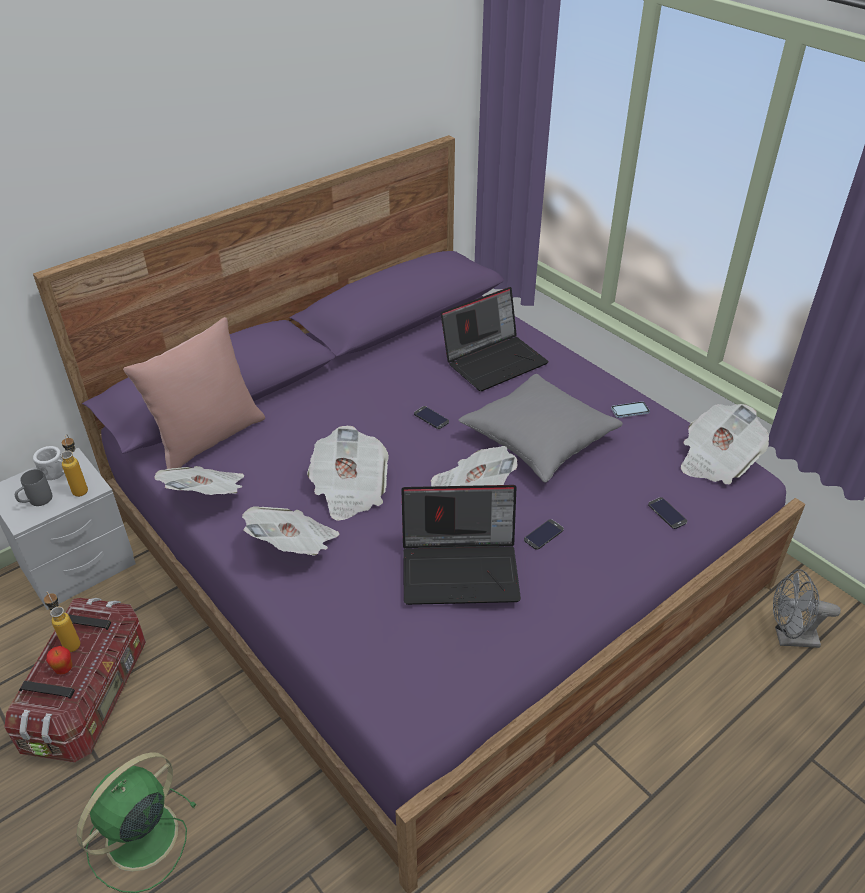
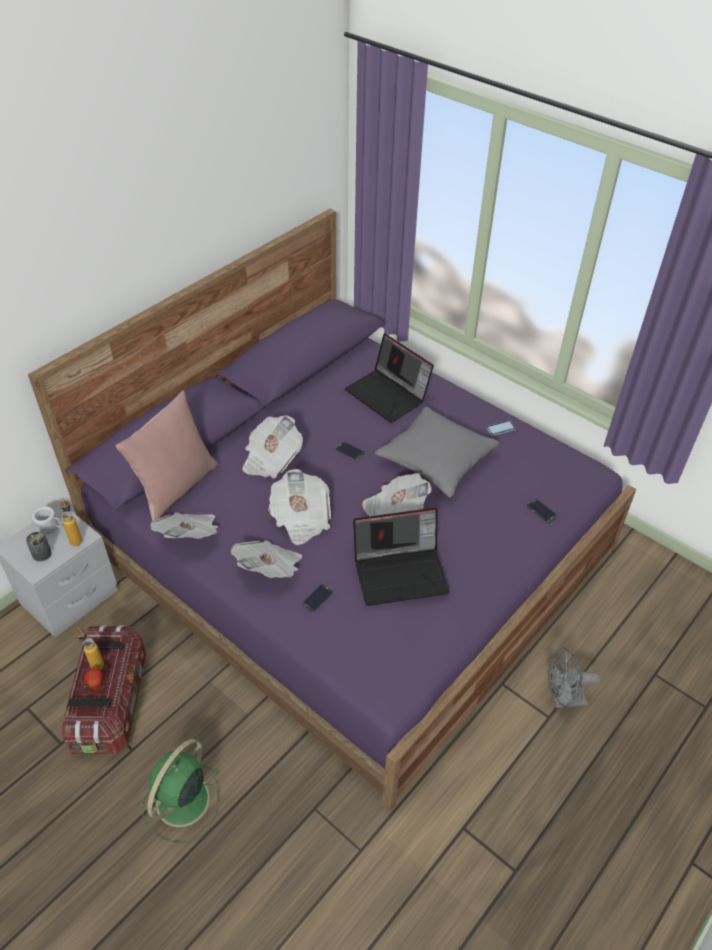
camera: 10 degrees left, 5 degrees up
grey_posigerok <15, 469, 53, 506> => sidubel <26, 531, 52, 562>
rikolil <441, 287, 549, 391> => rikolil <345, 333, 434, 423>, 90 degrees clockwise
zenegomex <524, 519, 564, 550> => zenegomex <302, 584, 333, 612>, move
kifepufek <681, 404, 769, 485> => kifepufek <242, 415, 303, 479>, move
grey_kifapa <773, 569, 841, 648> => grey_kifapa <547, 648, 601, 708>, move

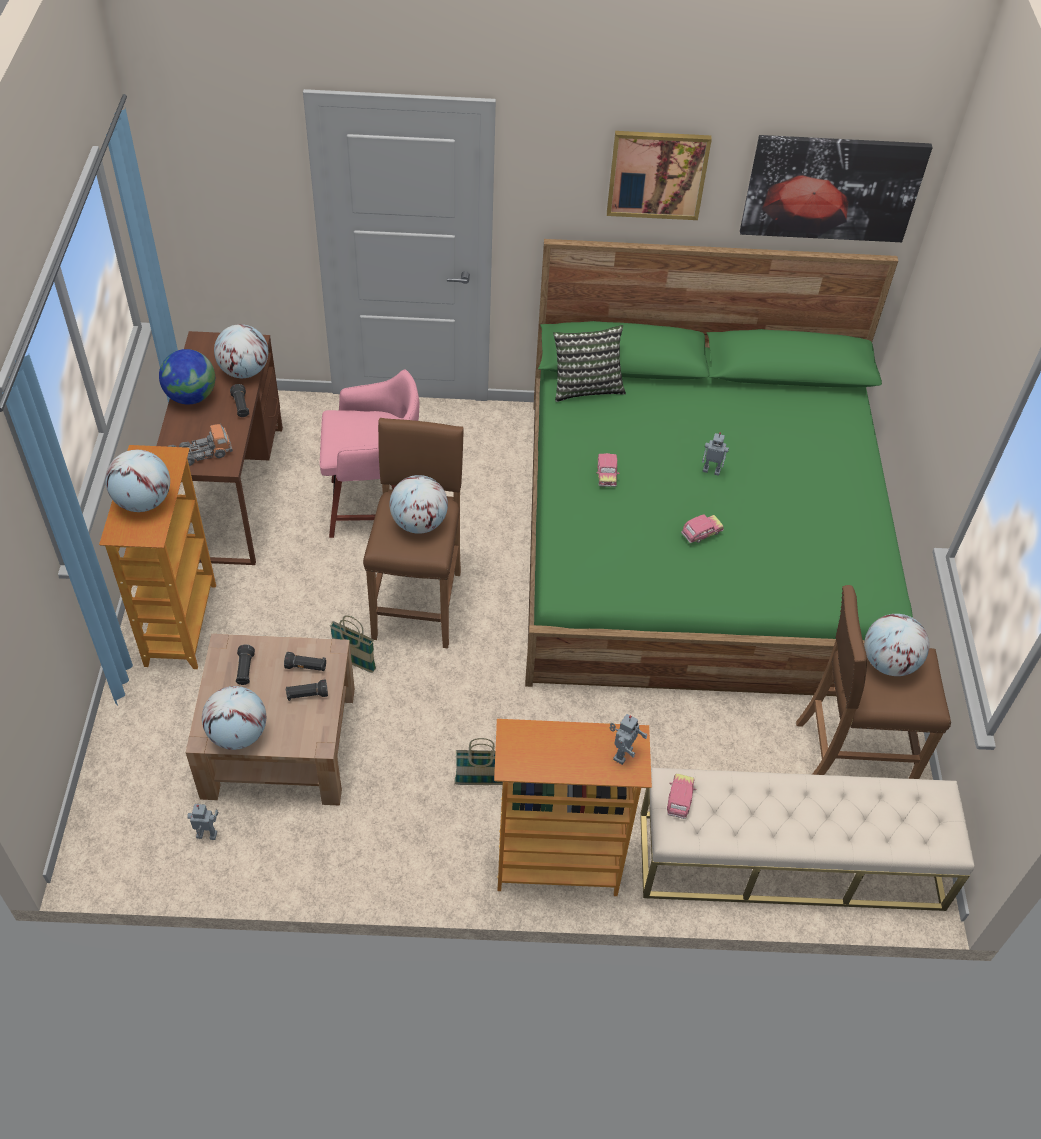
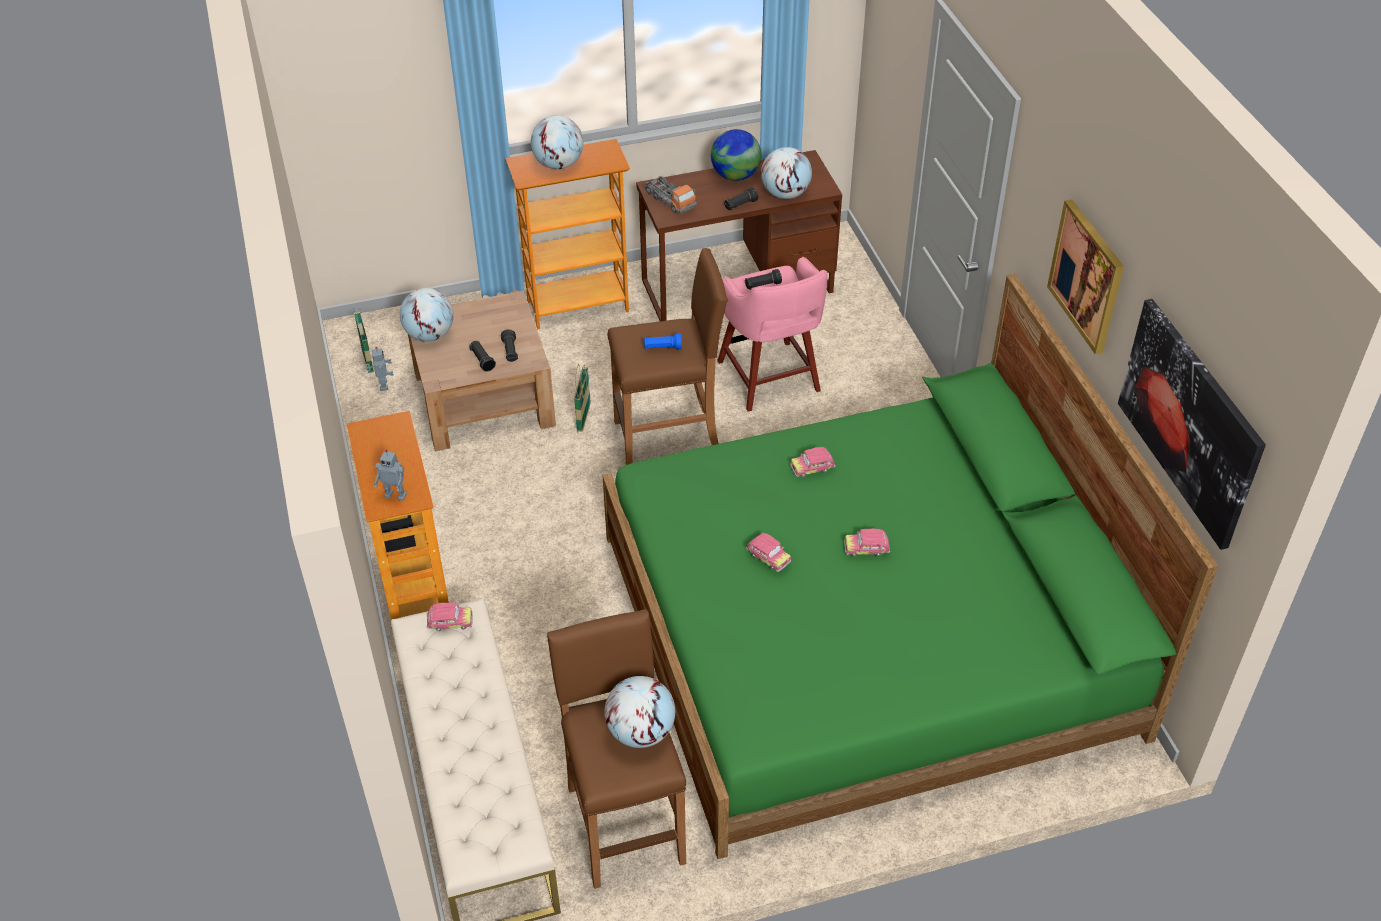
camera: 75 degrees right, 5 degrees down
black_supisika <236, 644, 255, 685> => black_supisika <745, 269, 782, 290>, move
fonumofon <389, 475, 448, 534> => blue_supisika <643, 333, 682, 350>
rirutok <455, 738, 503, 785> => rirutok <354, 308, 374, 373>, move
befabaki <553, 325, 626, 402> => nothing
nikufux <702, 432, 729, 476> => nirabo <844, 528, 890, 556>

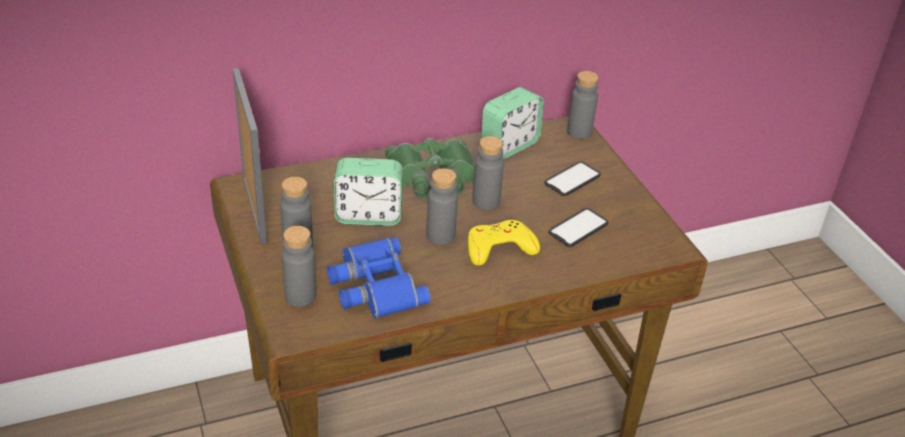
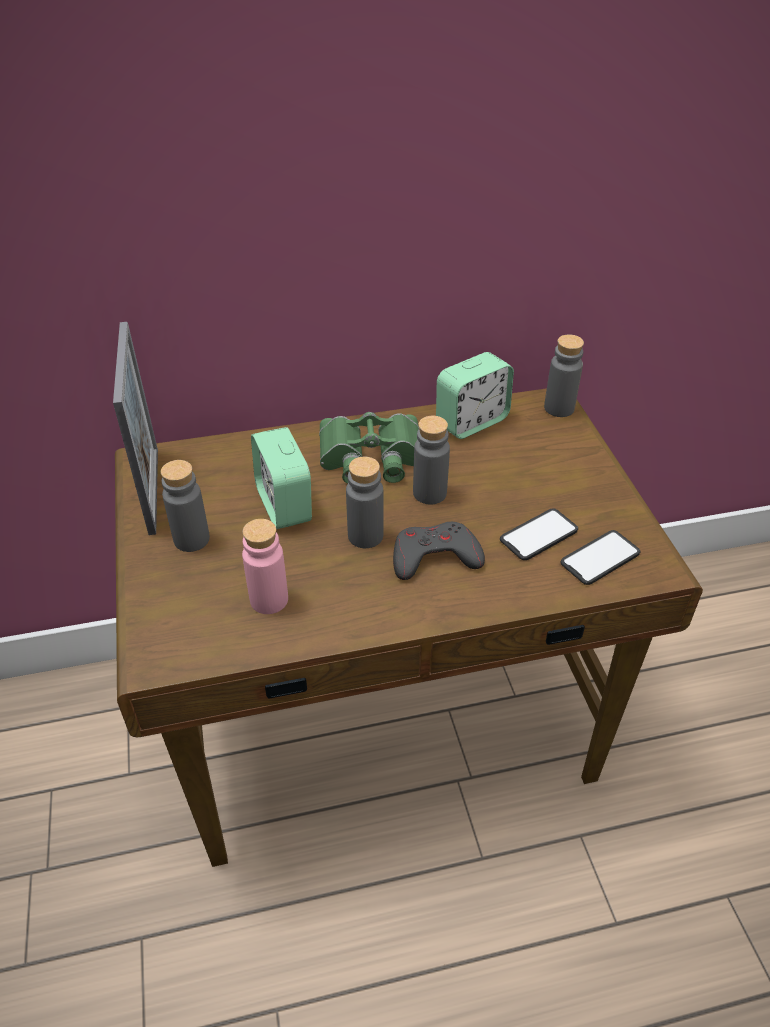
camera: 10 degrees right, 5 degrees up
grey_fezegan <282, 226, 316, 307> => nothing
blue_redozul <327, 237, 431, 319> => pink_fezegan <242, 519, 288, 614>
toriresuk <334, 158, 403, 226> => toriresuk <251, 427, 312, 529>, 60 degrees clockwise
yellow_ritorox <468, 220, 540, 266> => grey_ritorox <393, 522, 485, 580>
zenegomex <544, 161, 601, 196> => zenegomex <560, 530, 640, 585>, move

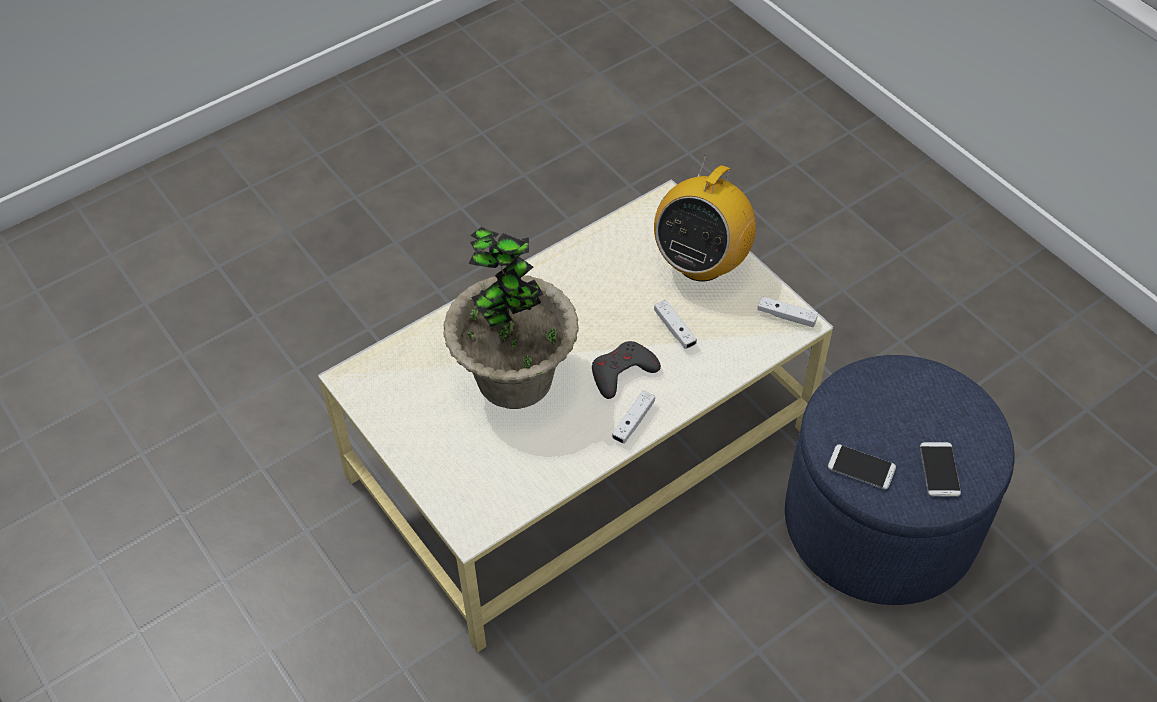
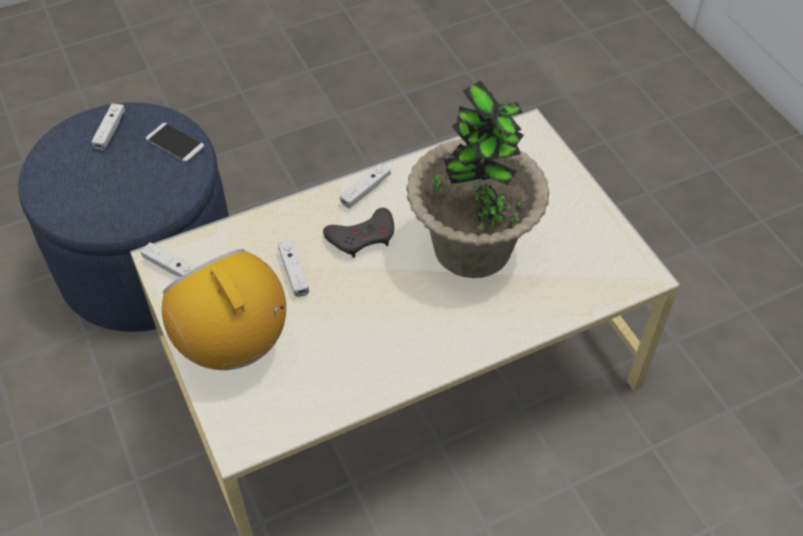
camera: 170 degrees left, 0 degrees up
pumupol <654, 155, 756, 282> => pumupol <162, 249, 286, 370>, 75 degrees counterclockwise
zenegomex <920, 442, 961, 496> => white_ritorox <91, 103, 125, 151>

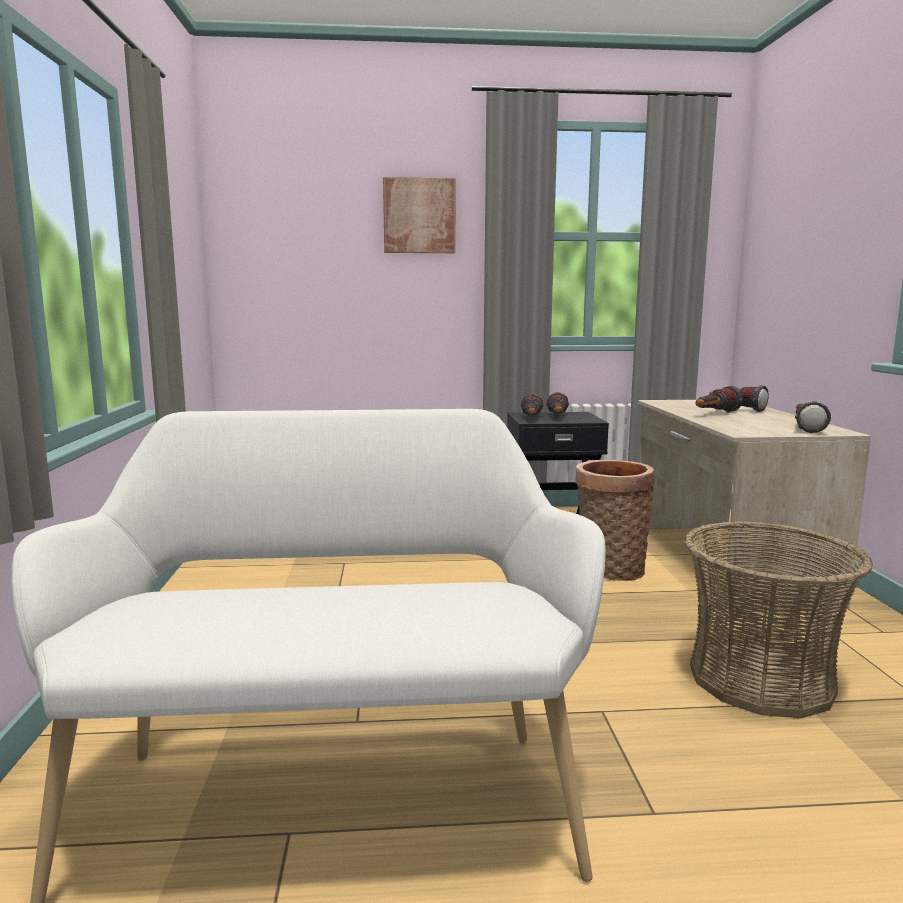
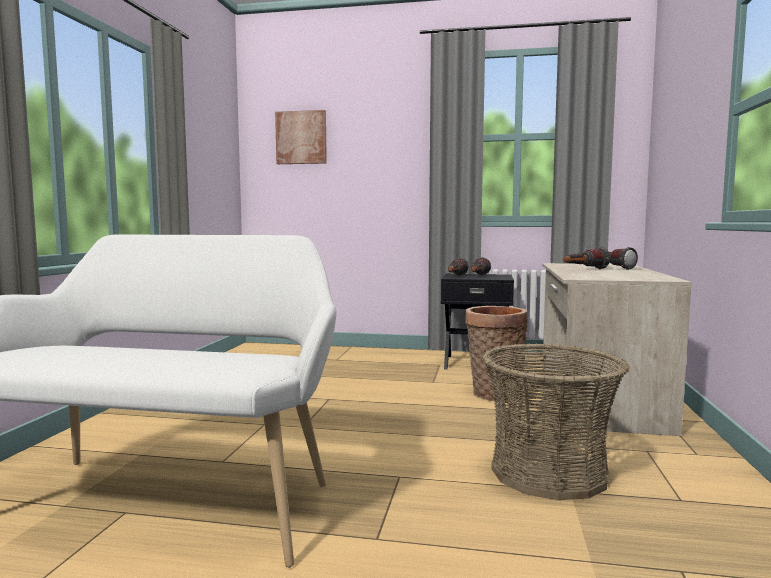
camera: 15 degrees right, 5 degrees down
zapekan <383, 177, 456, 253> => zapekan <275, 110, 327, 164>, move
supisika <795, 401, 831, 433> => nothing

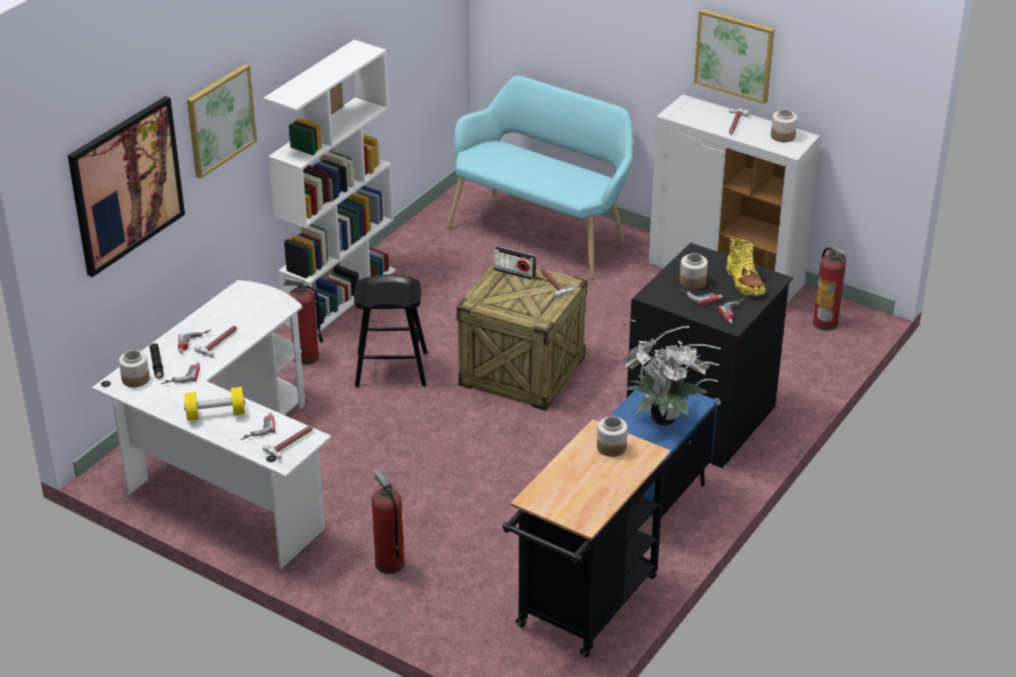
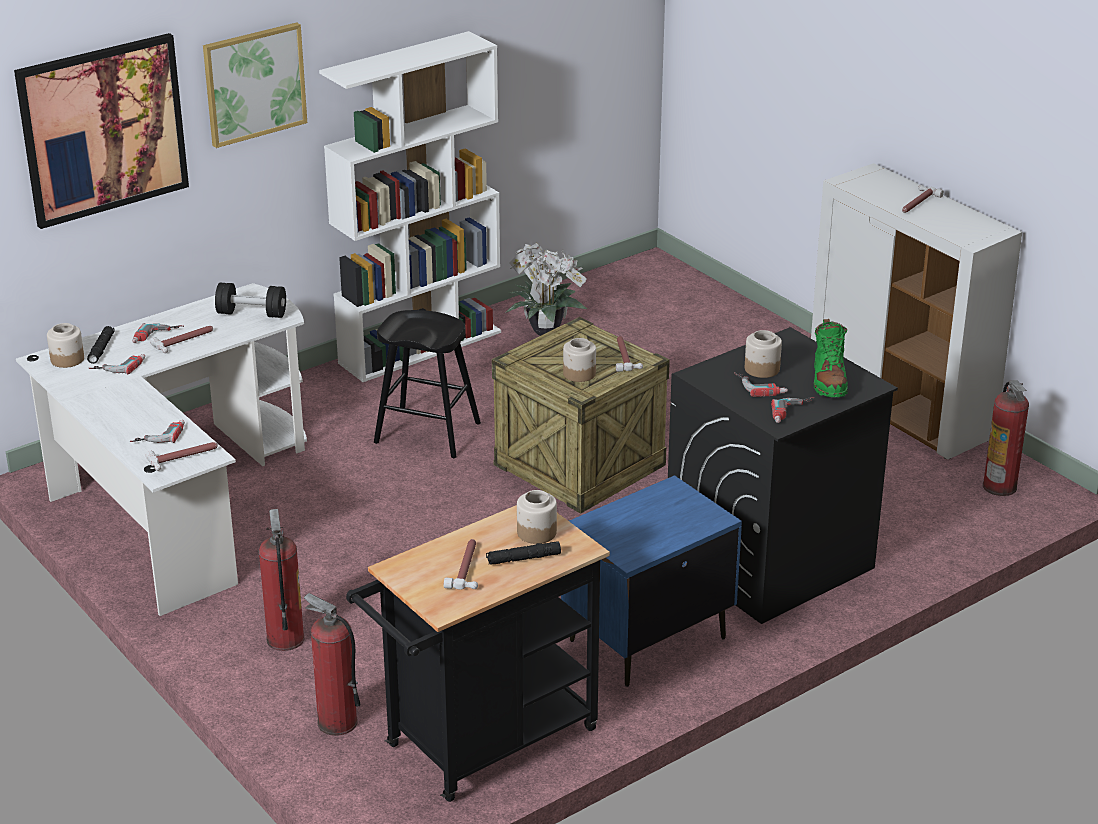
camera: 20 degrees right, 5 degrees down
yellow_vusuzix <184, 387, 245, 421> => nothing
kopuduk <282, 275, 323, 365> => kopuduk <304, 593, 361, 736>, move
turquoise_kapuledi <448, 76, 633, 279> => nothing
pumupol <494, 246, 536, 280> => nothing
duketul <620, 339, 710, 426> => duketul <505, 243, 587, 336>, move
zapekan <694, 9, 775, 104> => nothing
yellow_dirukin <726, 235, 765, 296> => green_dirukin <814, 318, 848, 397>
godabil <771, 109, 797, 142> => godabil <563, 338, 596, 382>, move
nothing => black_vusuzix <215, 283, 286, 318>
nothing => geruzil <444, 539, 478, 590>
nothing => black_supisika <486, 541, 561, 565>

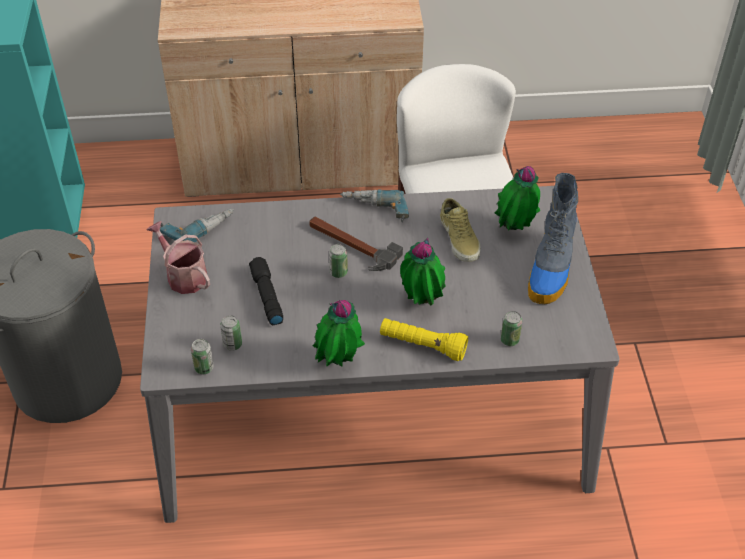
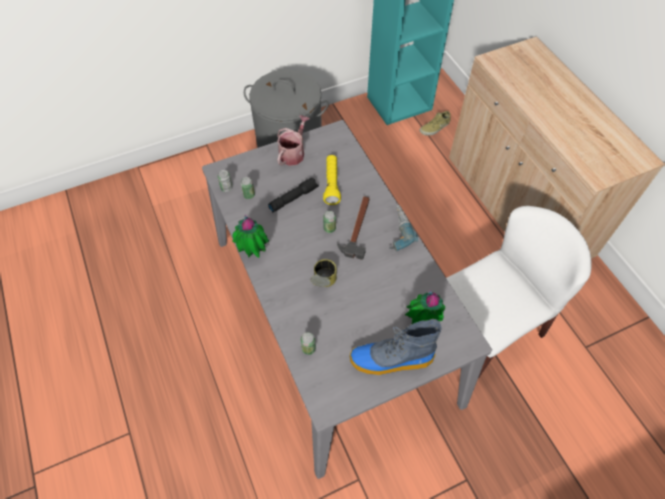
camera: 70 degrees right, 10 degrees up
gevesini <160, 209, 234, 242> => nothing
yellow_supisika <380, 318, 468, 361> => yellow_supisika <323, 155, 341, 205>, move
duketul <400, 238, 446, 306> => sidubel <311, 259, 337, 287>
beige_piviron <440, 198, 481, 262> => beige_piviron <420, 111, 451, 136>, move

